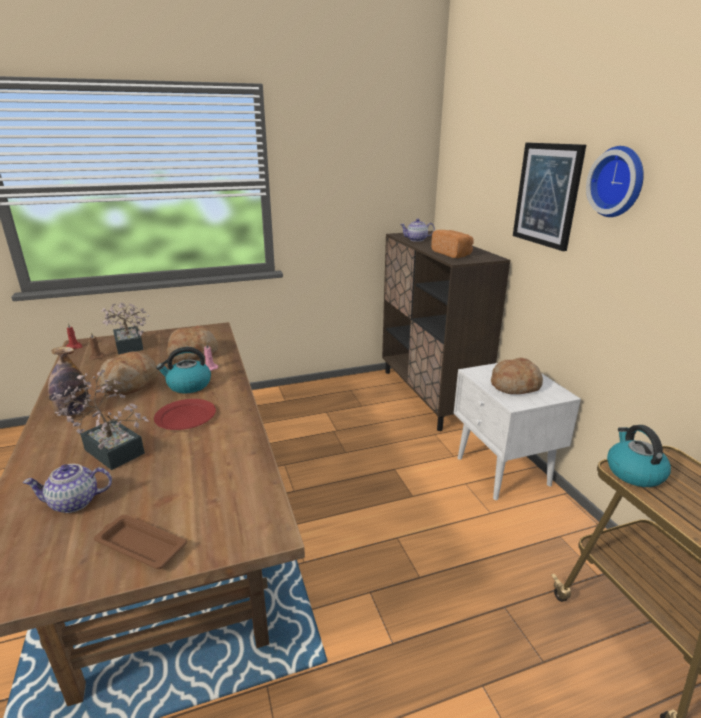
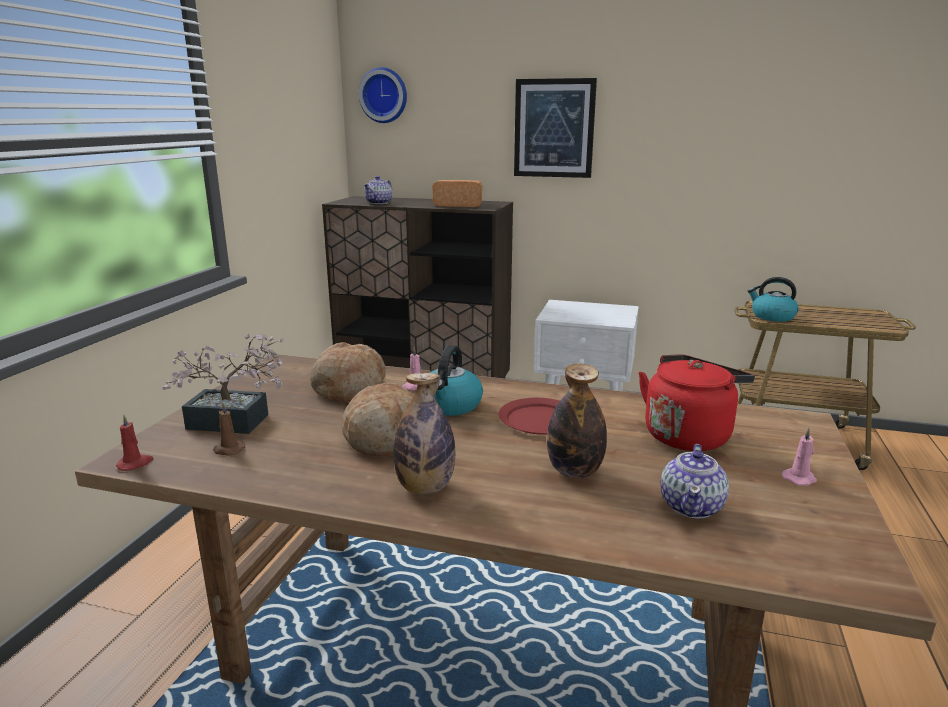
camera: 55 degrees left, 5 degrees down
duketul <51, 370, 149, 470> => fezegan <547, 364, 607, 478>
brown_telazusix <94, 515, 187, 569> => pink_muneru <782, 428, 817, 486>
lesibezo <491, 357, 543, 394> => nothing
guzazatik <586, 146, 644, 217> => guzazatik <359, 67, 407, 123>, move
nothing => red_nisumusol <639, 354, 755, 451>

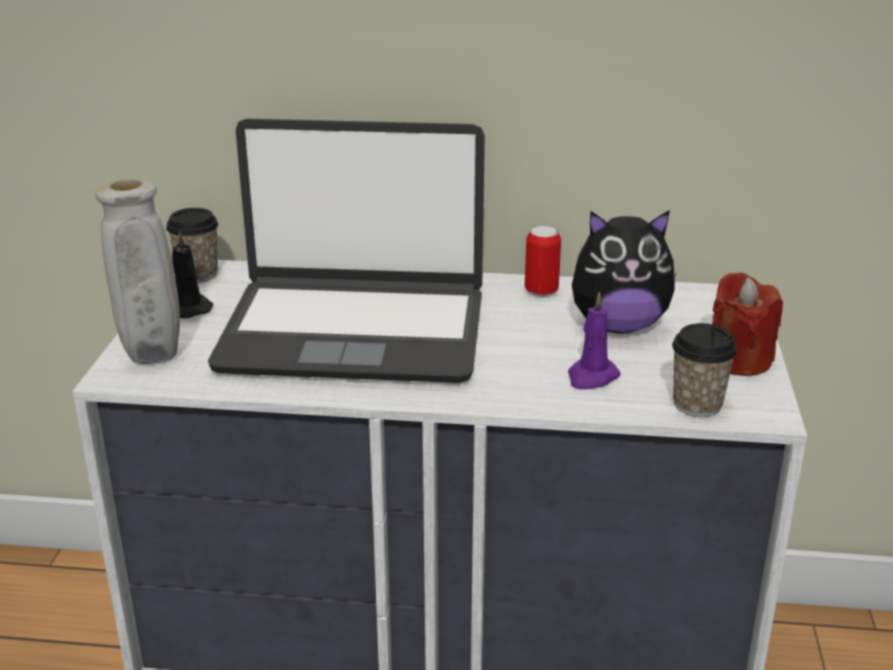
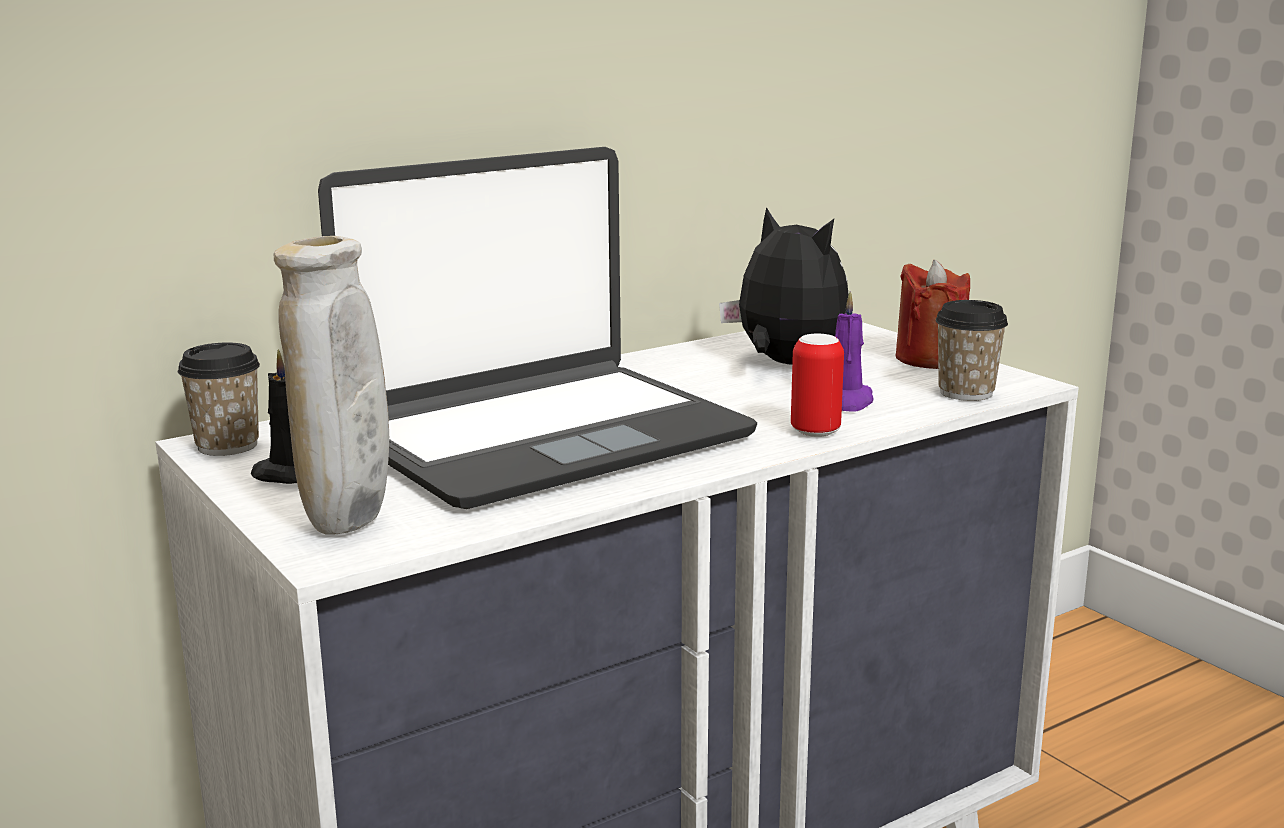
camera: 40 degrees left, 10 degrees down
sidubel <525, 226, 561, 297> => sidubel <791, 334, 844, 437>, move
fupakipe <572, 210, 676, 334> => fupakipe <719, 207, 849, 365>, 90 degrees counterclockwise

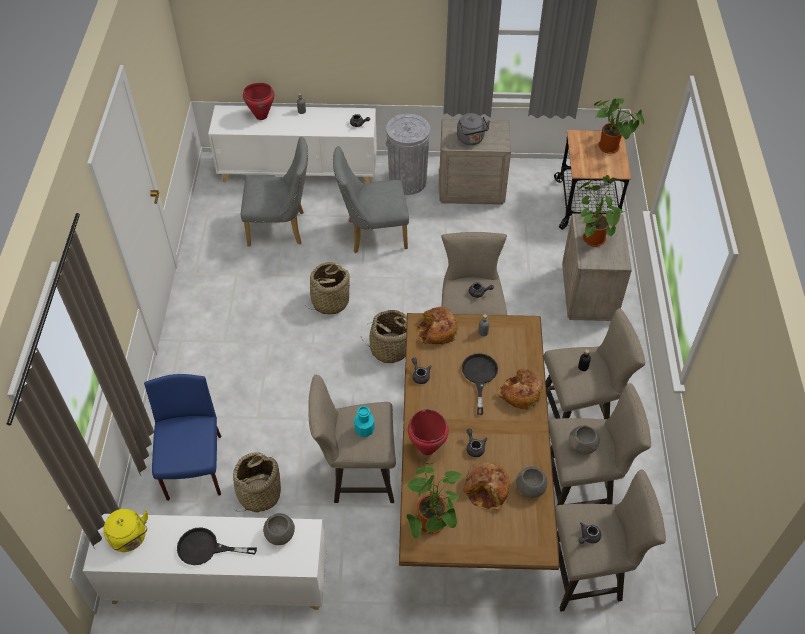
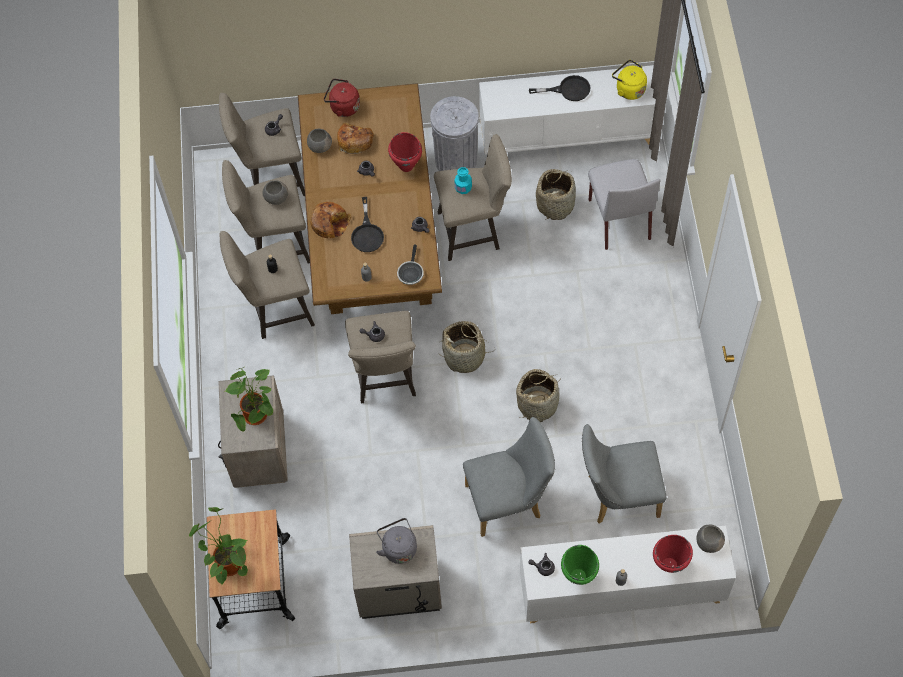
camera: 175 degrees right, 10 degrees up
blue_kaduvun <144, 374, 221, 501> => grey_kaduvun <588, 159, 661, 250>
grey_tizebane <263, 513, 295, 545> => grey_tizebane <697, 525, 725, 553>, move
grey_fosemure <386, 114, 430, 195> => grey_fosemure <430, 96, 479, 171>, move
duketul <406, 463, 462, 539> => nothing
lesibezo <418, 306, 458, 345> => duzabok <397, 245, 424, 285>
nothing => red_nisumusol <324, 79, 360, 117>
nothing => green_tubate <561, 545, 599, 585>

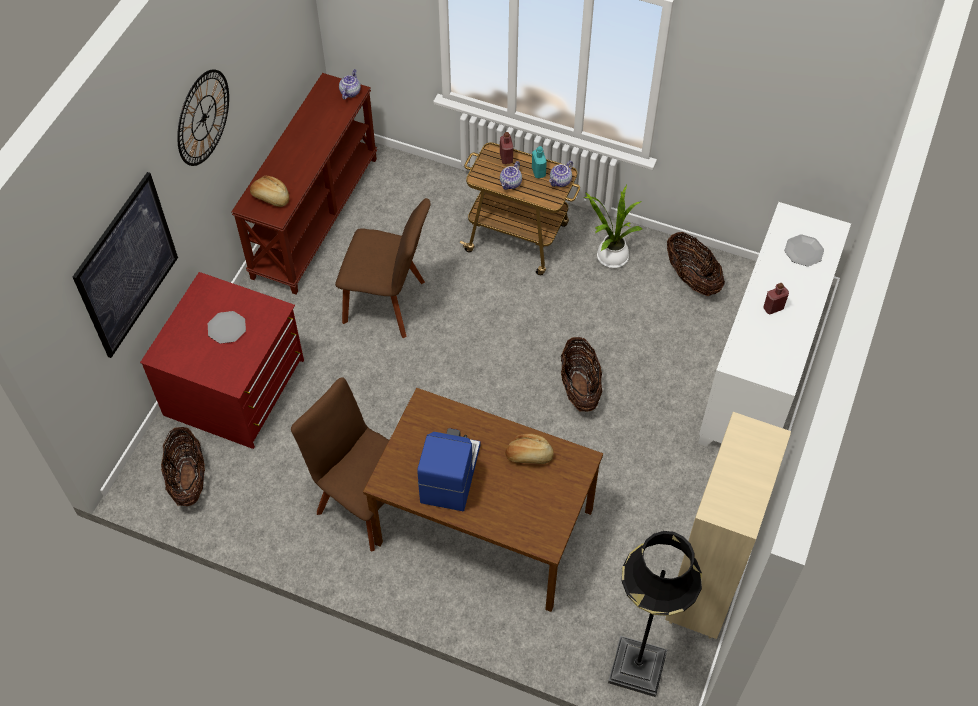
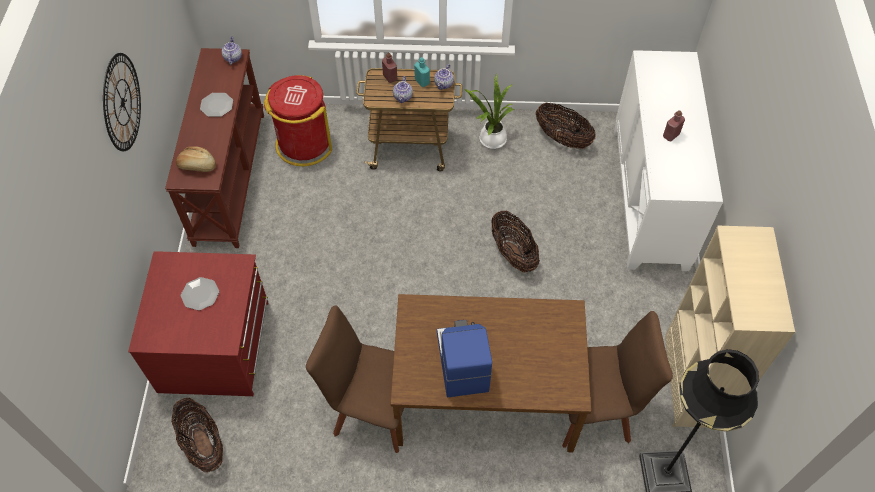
camera: 20 degrees left, 0 degrees up
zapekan <73, 172, 178, 358> => nothing
brown_kaduvun <335, 198, 431, 338> => brown_kaduvun <562, 311, 673, 448>, move
lesibezo <505, 433, 554, 464> => nothing
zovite <784, 234, 824, 266> => zovite <200, 93, 233, 117>, move
nothing => red_fosemure <264, 75, 332, 166>

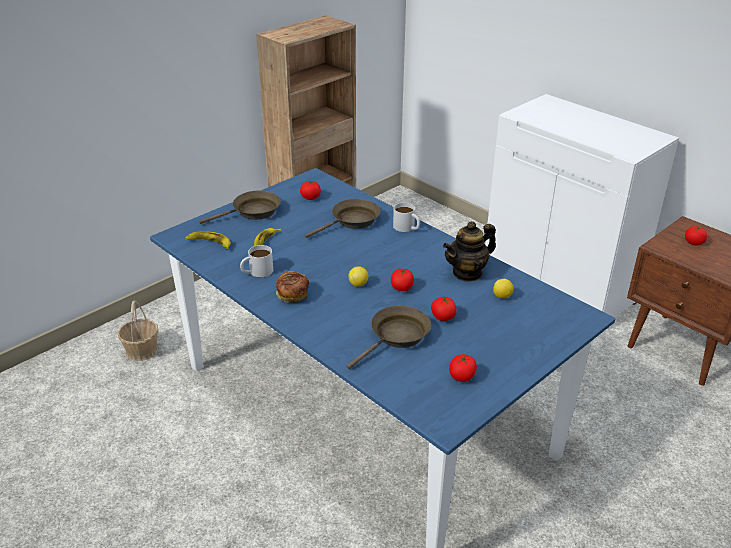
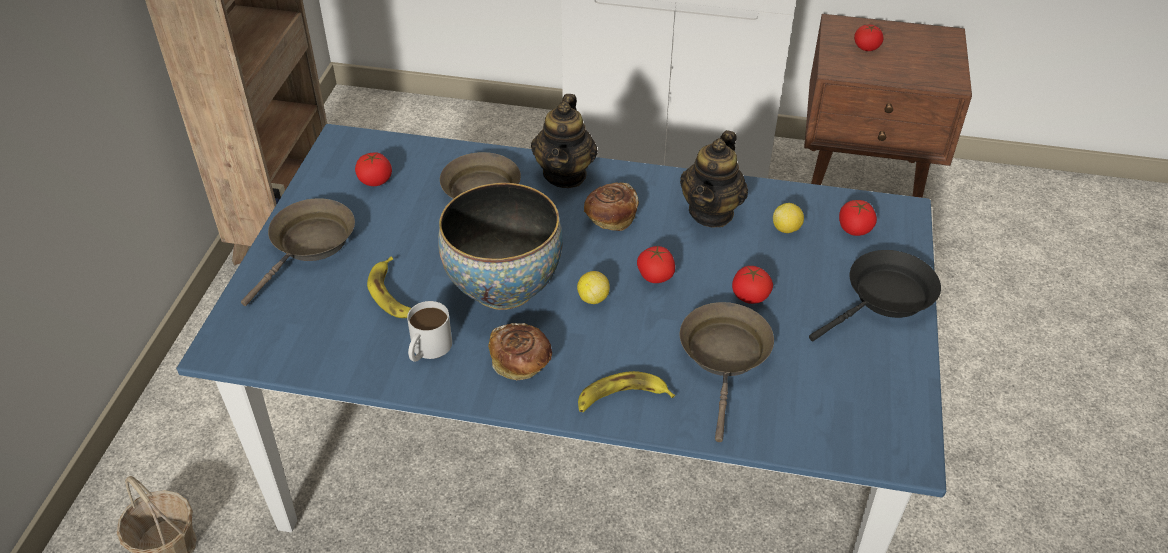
camera: 35 degrees left, 10 degrees up
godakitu <185, 231, 231, 250> => godakitu <578, 371, 675, 412>, move
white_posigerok <393, 203, 420, 232> => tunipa <531, 94, 598, 188>
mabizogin <449, 354, 477, 382> => mabizogin <839, 200, 877, 236>, move
nothing => tizebane <438, 183, 563, 310>
nothing => lesibezo <584, 182, 639, 231>
nothing => black_duzabok <809, 250, 941, 341>

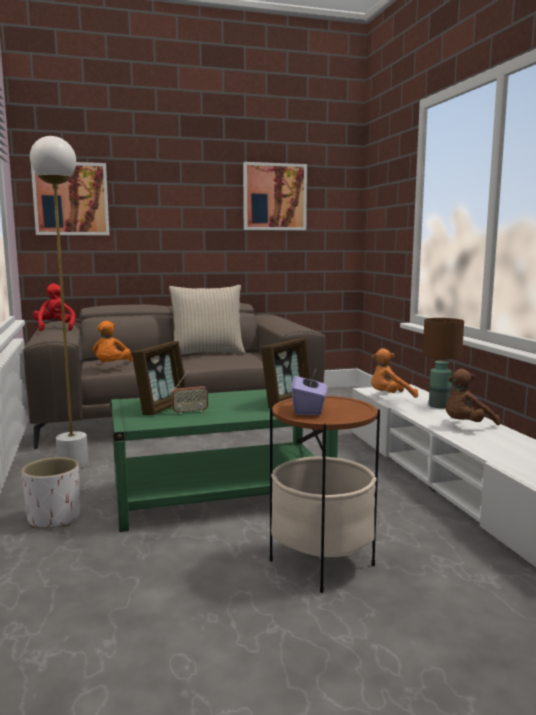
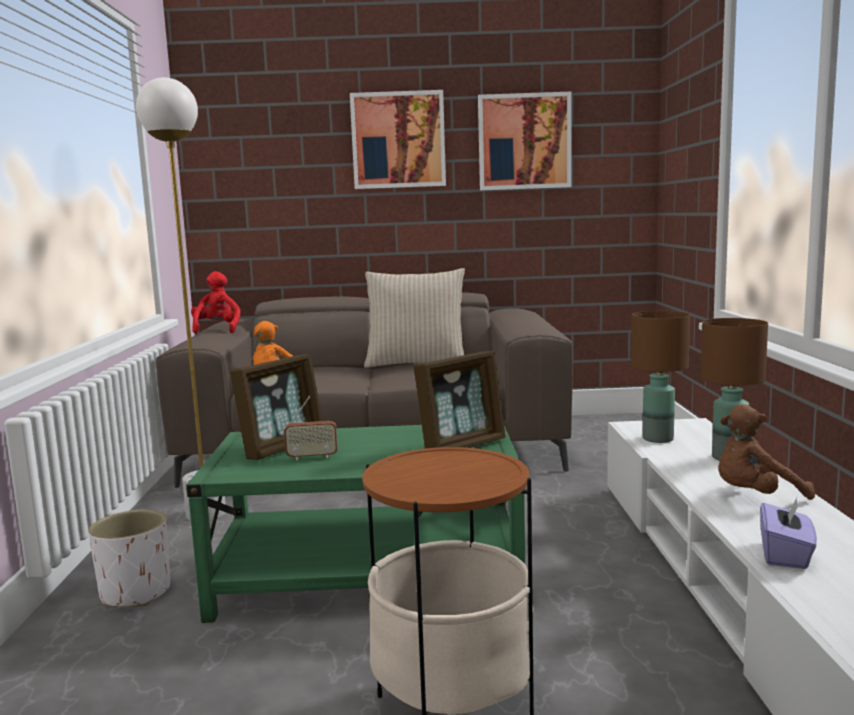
camera: 15 degrees right, 0 degrees up
zapekan <31, 162, 110, 235> => zapekan <350, 90, 446, 189>, move
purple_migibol <291, 370, 327, 415> => purple_migibol <760, 498, 817, 569>, move
orange_fupakipe <371, 348, 418, 398> => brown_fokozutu <631, 311, 690, 443>

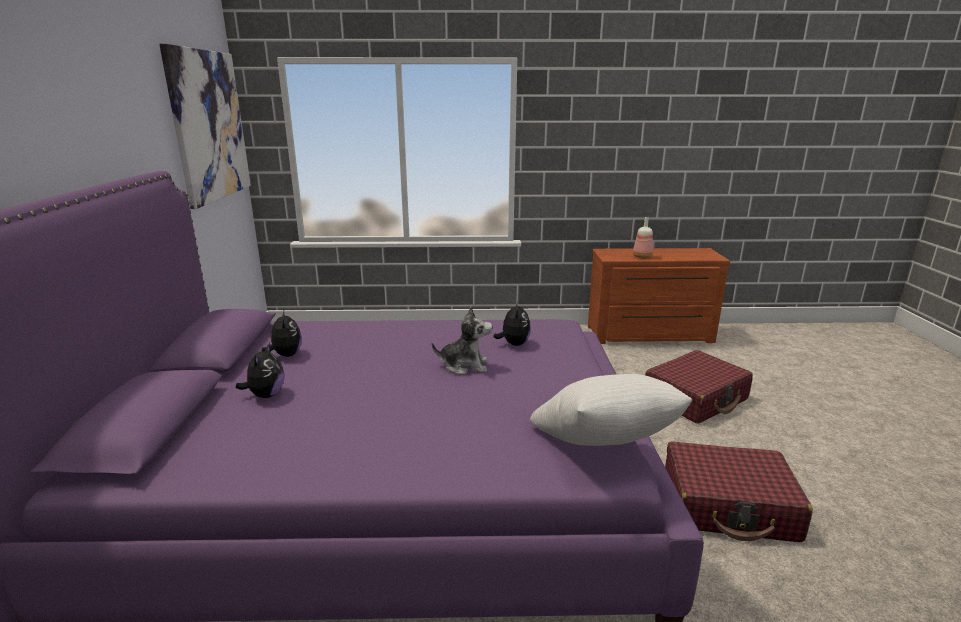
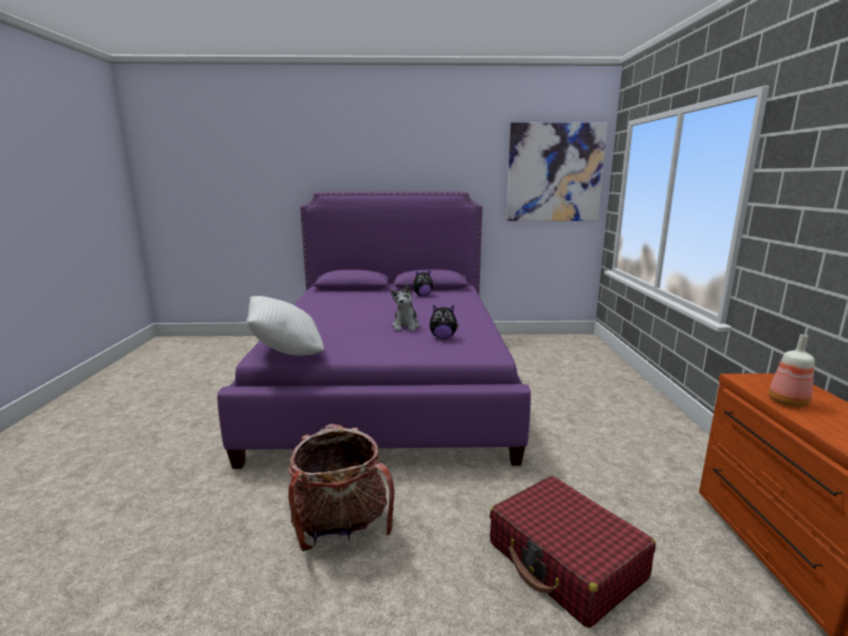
camera: 90 degrees right, 5 degrees down
fupakipe <235, 343, 284, 398> => nothing
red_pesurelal <665, 441, 813, 542> => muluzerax <288, 424, 395, 551>

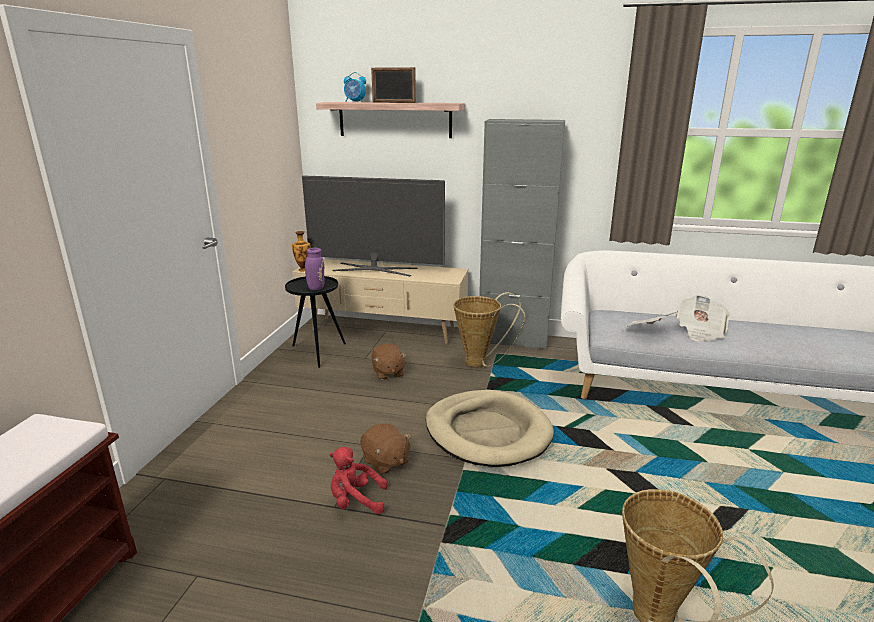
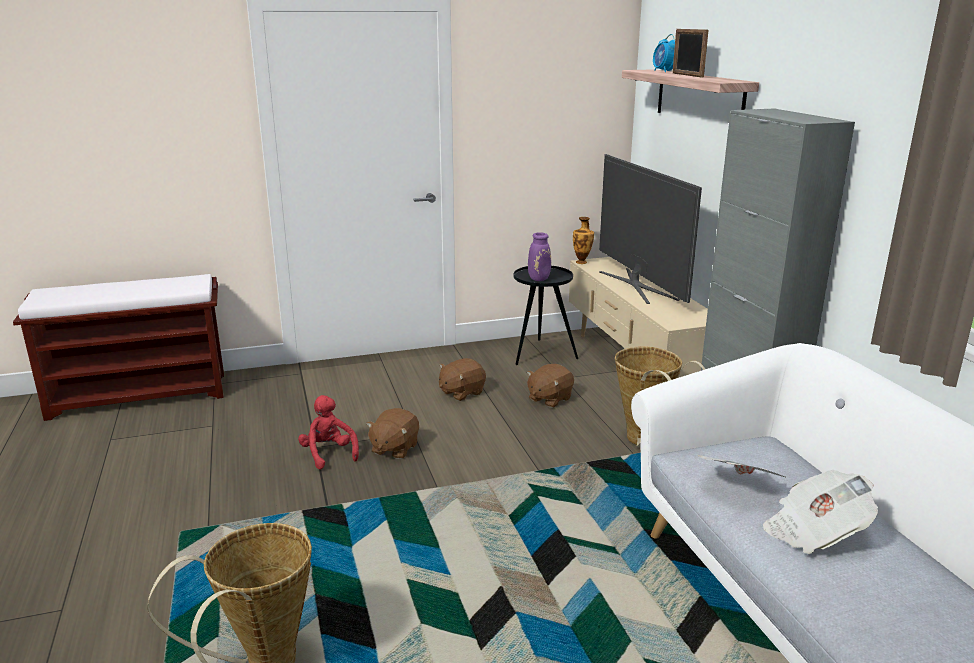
camera: 60 degrees right, 0 degrees up
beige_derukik <426, 390, 554, 467> => nothing
nothing => brown_fupakipe <439, 358, 486, 401>

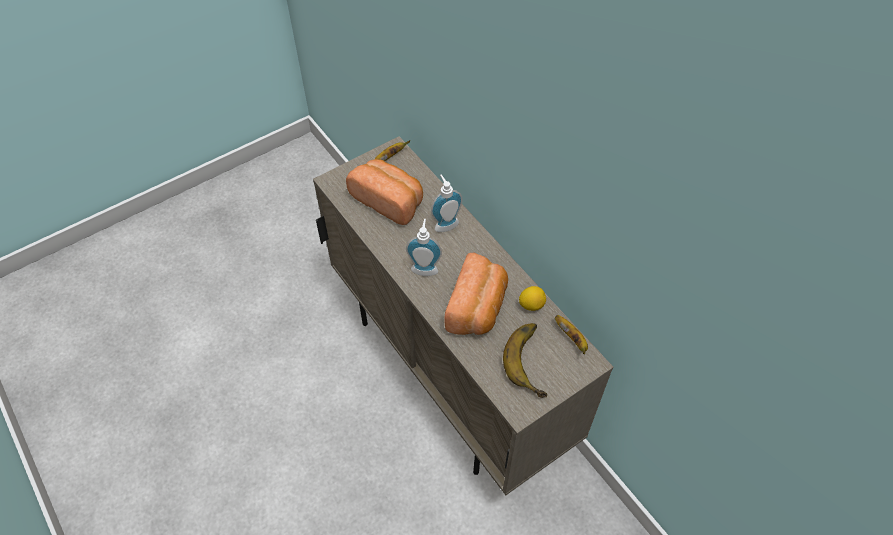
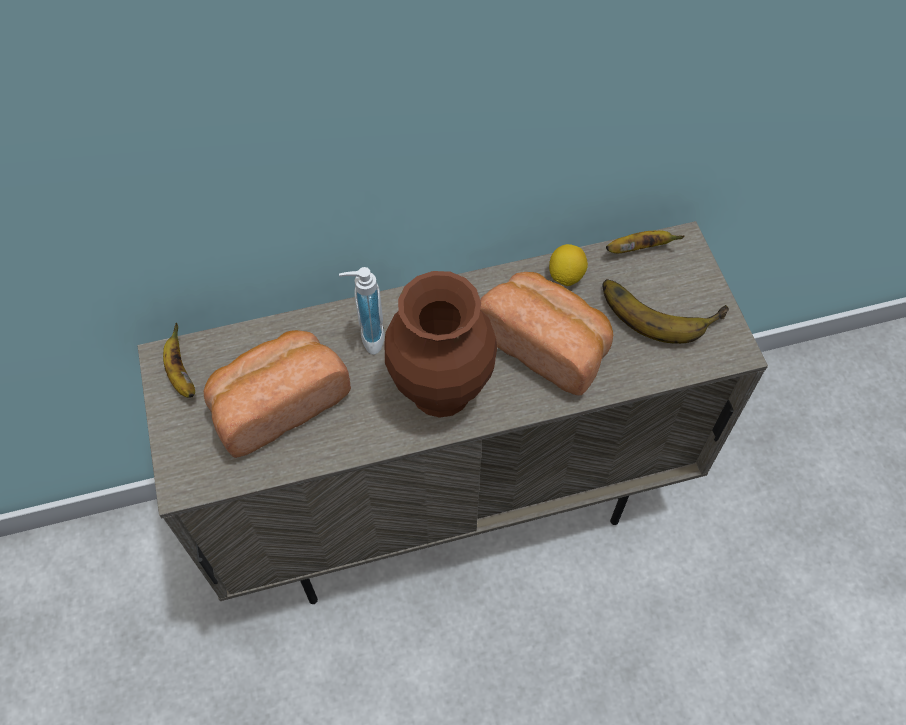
camera: 70 degrees left, 5 degrees up
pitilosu <406, 219, 442, 276> => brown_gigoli <384, 271, 497, 418>

